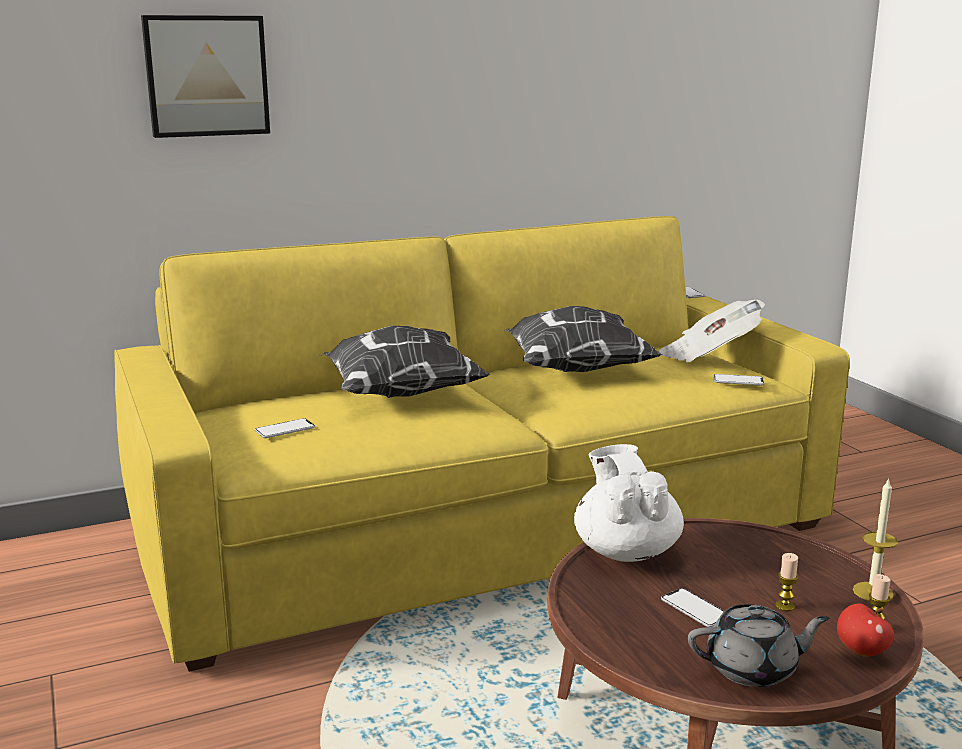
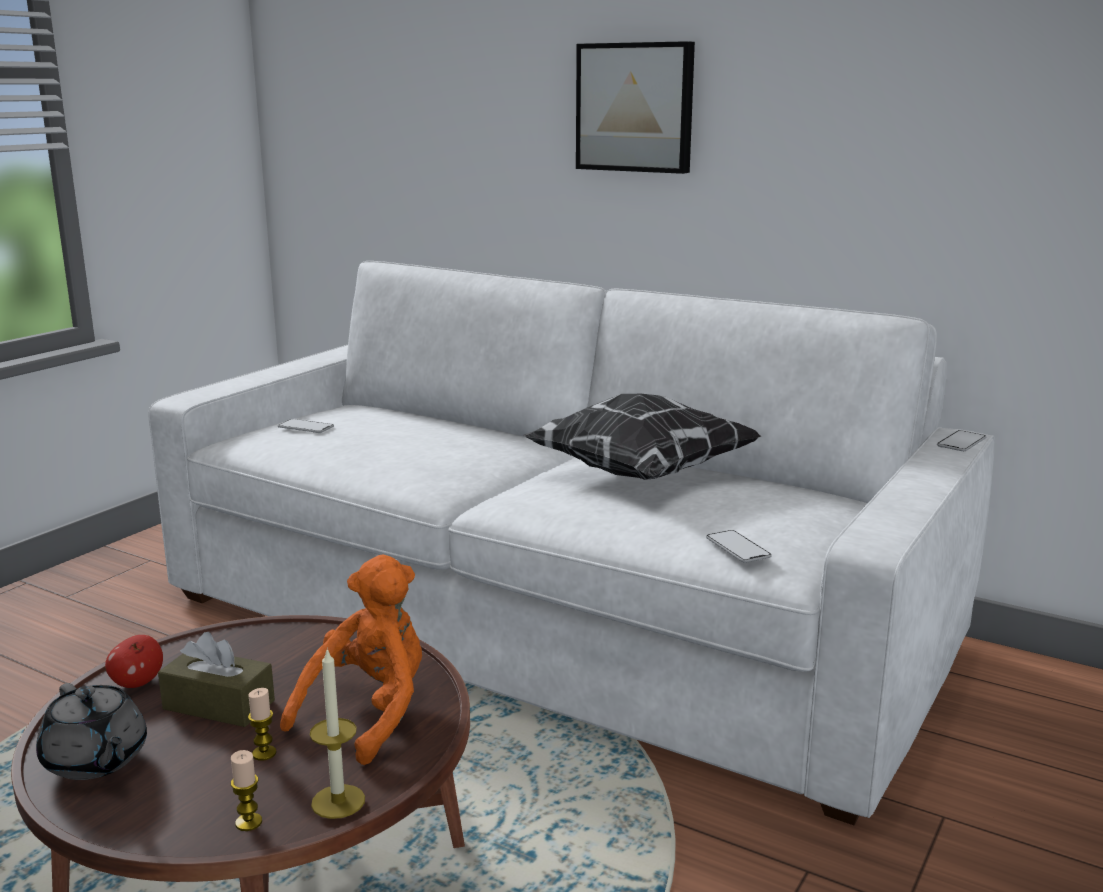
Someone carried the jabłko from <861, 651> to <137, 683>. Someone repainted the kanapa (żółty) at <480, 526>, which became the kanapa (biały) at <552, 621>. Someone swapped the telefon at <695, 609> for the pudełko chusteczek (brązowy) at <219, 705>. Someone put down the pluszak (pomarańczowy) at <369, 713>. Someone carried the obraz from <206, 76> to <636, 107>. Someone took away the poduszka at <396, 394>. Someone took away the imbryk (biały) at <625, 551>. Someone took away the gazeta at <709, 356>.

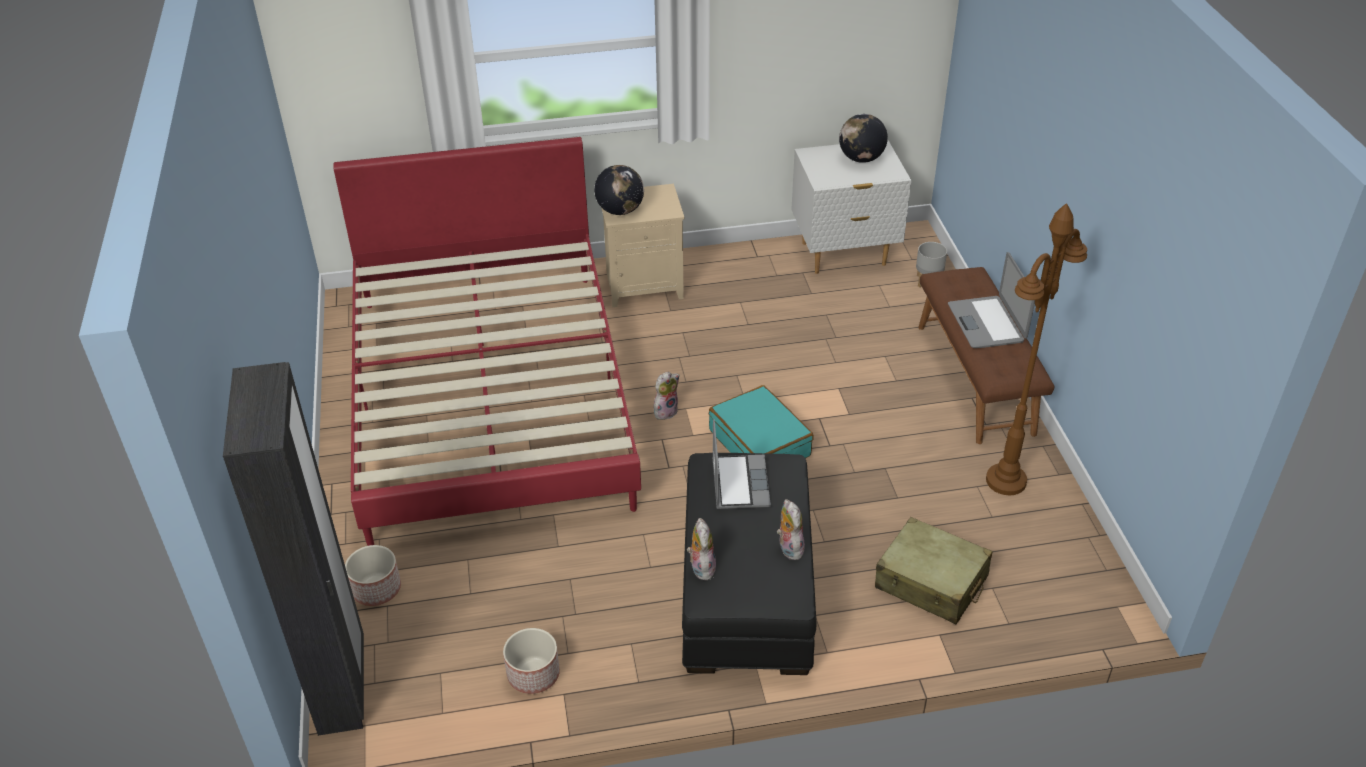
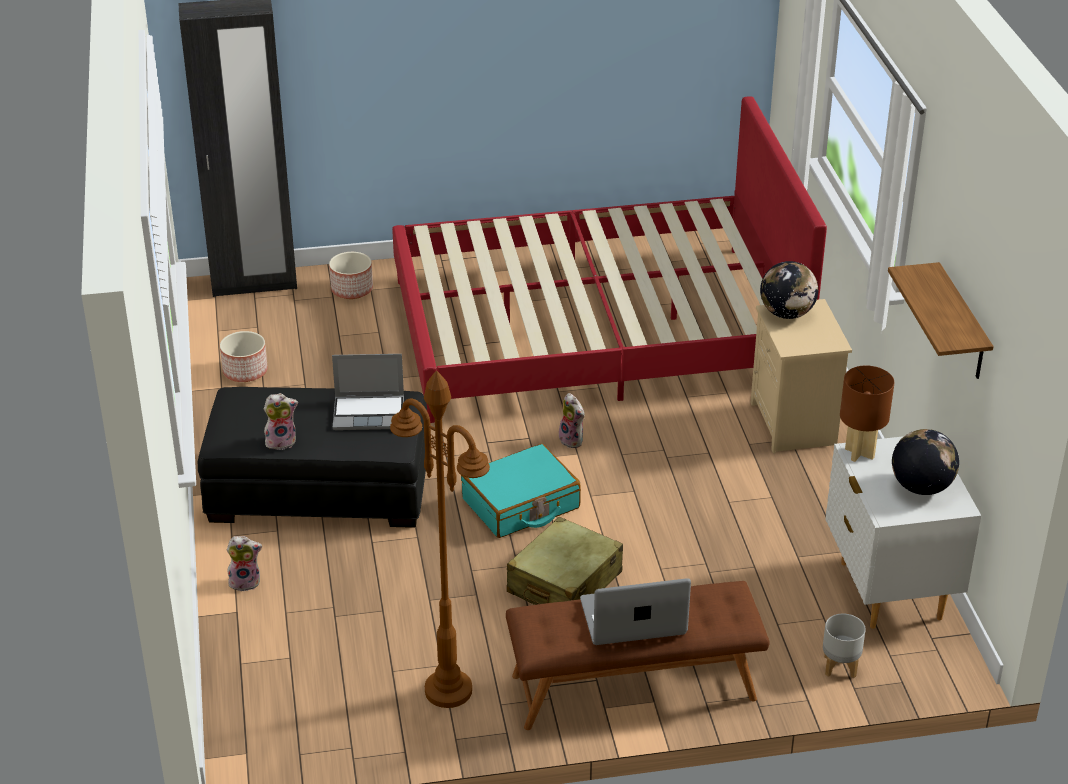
Someone carried the pluszak from <701, 567> to <246, 582>. Someone carried the walizka (beżowy) from <931, 582> to <564, 583>. Someone put down the lampa stołowa (brązowy) at <859, 453>. Someone put up the półka at <962, 324>.

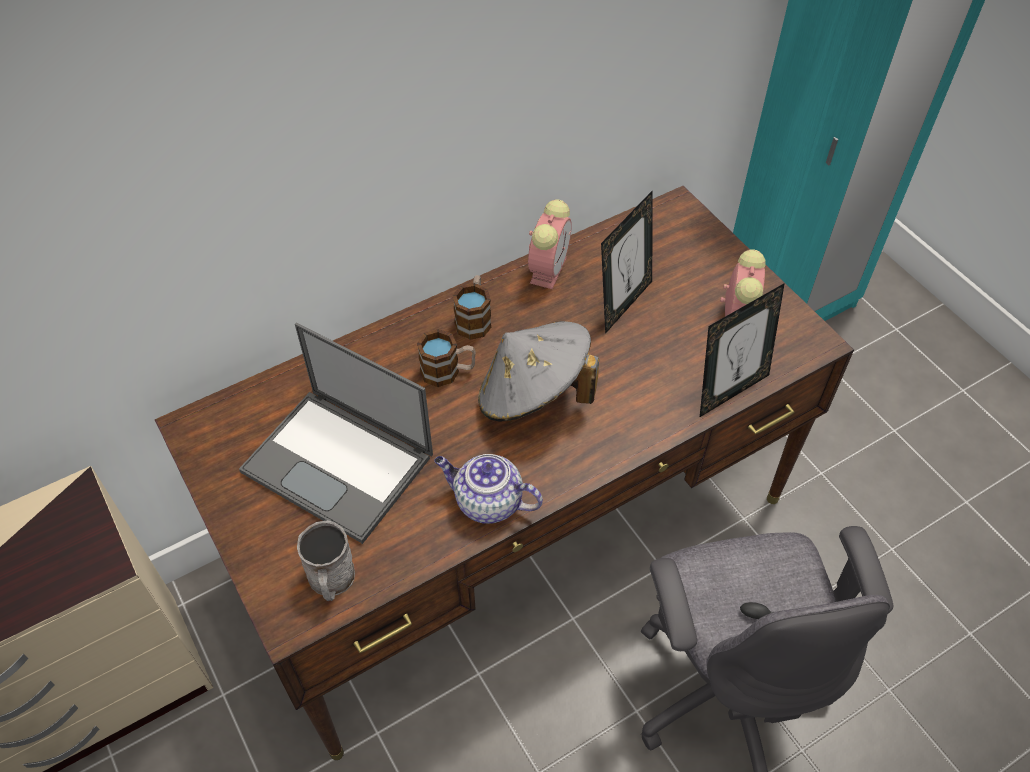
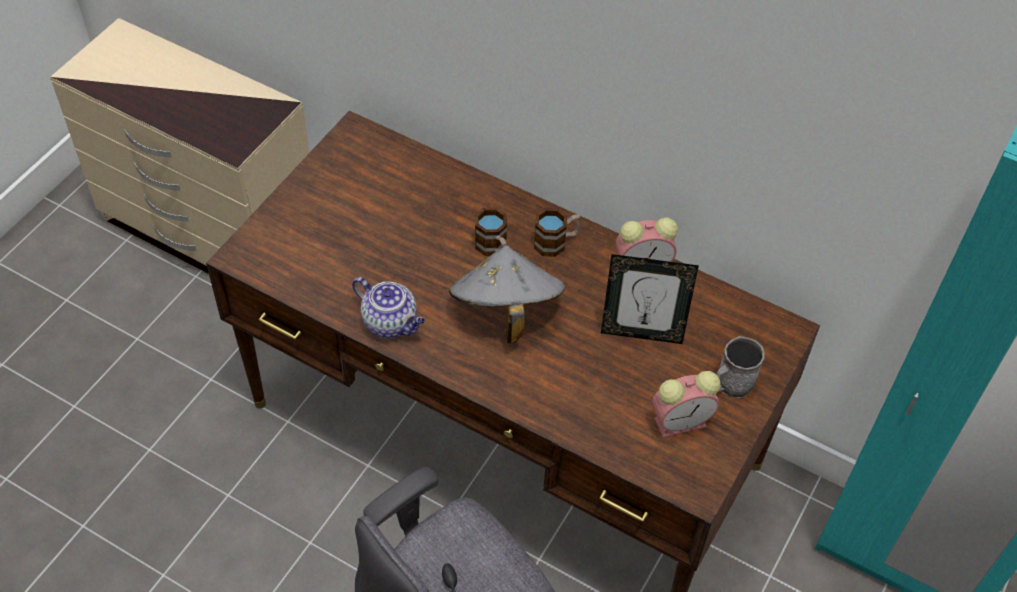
Someone rotated the imbryk at <487, 502> by 135 degrees clockwise. Someone carried the kubek (szary) from <331, 581> to <730, 385>. Someone took away the laptop at <340, 463>. Someone took away the ramka na zdjęcie at <729, 390>.

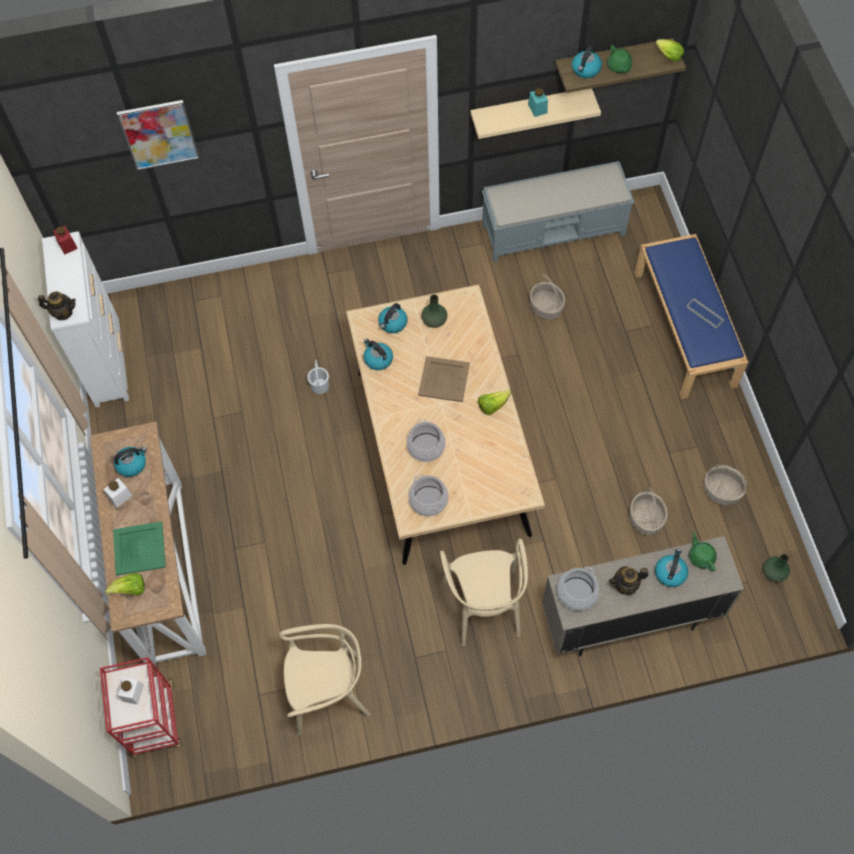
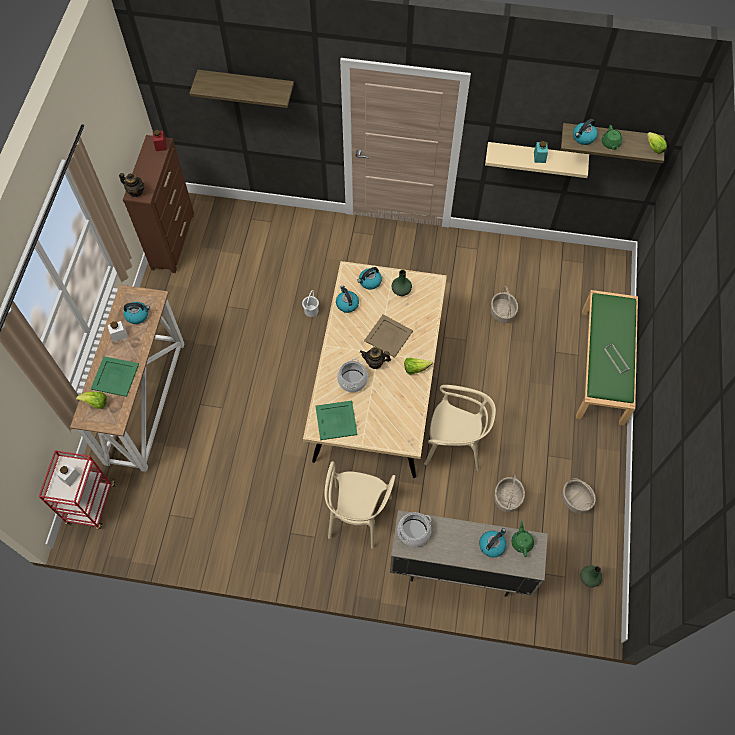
Someone repainted the komoda (biały) at <107, 361>, which became the komoda (brązowy) at <173, 240>. Someone swapped the obraz at <159, 134> for the półka at <247, 85>. Someone swapped the garnek at <429, 500> for the taca (zielony) at <336, 420>. Someone carried the imbryk from <626, 585> to <375, 363>. Someone carried the krzesło (beżowy) from <328, 692> to <455, 444>. Someone repainted the ławka (niebieski) at <685, 329>, which became the ławka (zielony) at <602, 366>. Someone took away the ławka (szary) at <554, 230>.

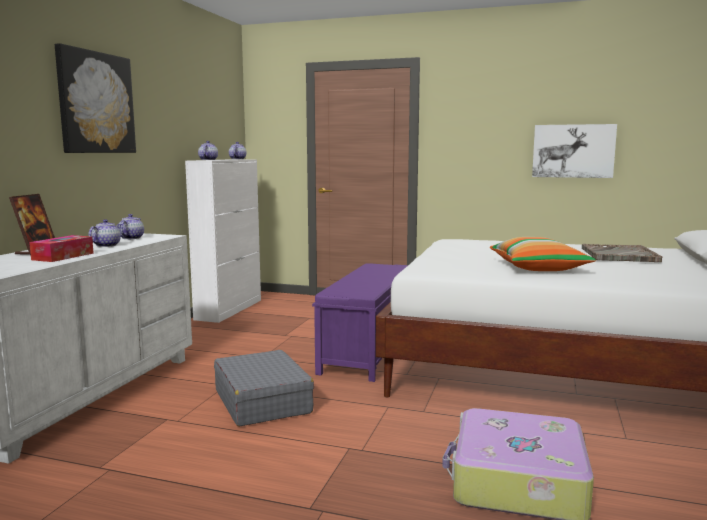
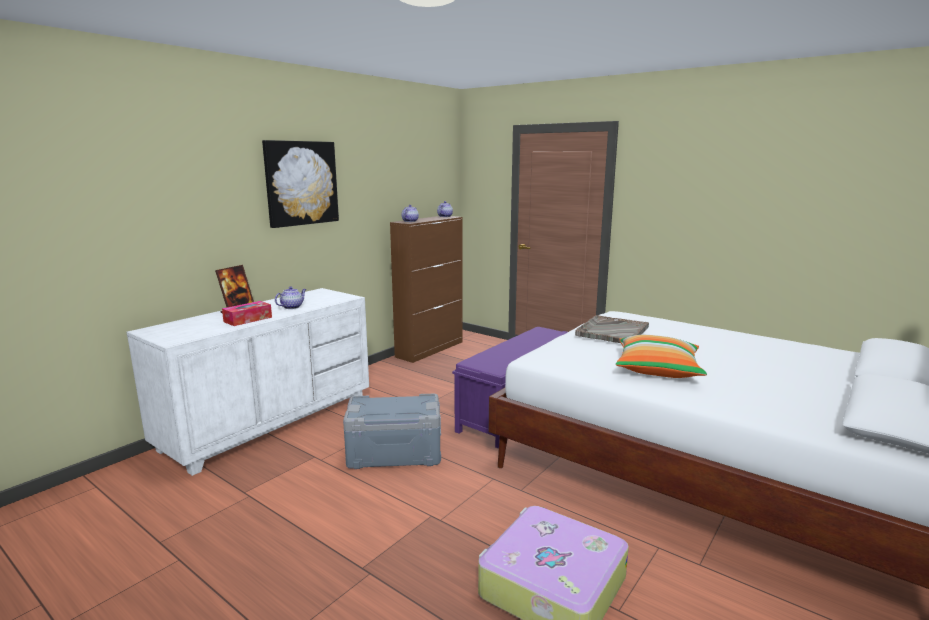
Someone swapped the walizka (szary) at <262, 401> for the pojemnik do przechowywania (szary) at <394, 453>. Someone repainted the szafka (biały) at <229, 309>, which became the szafka (brązowy) at <430, 349>. Someone carried the taca (szary) from <619, 255> to <612, 331>. Someone took away the imbryk at <131, 238>. Someone took away the obraz at <573, 151>.

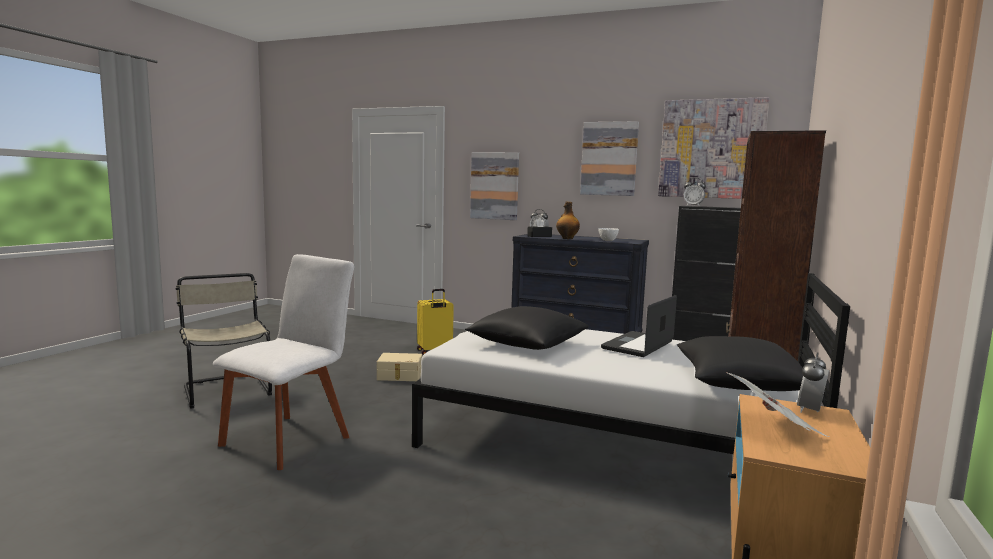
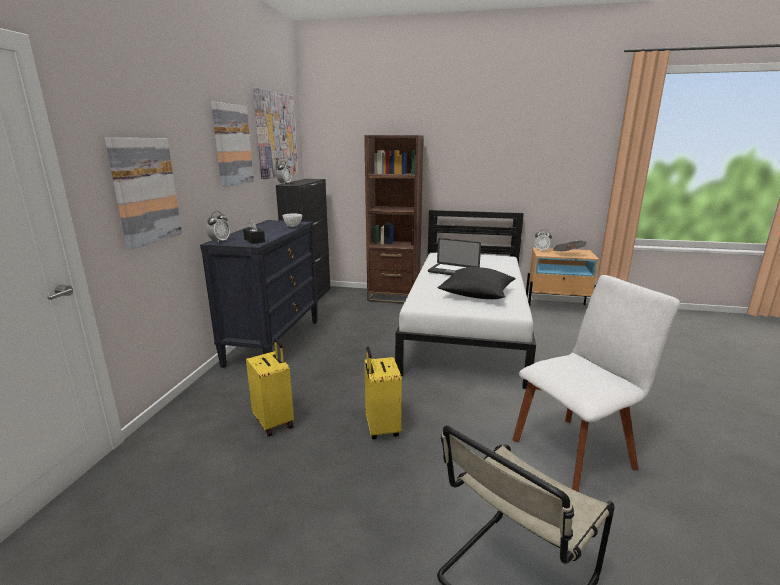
Someone swapped the pojemnik do przechowywania (beżowy) at <400, 376> for the walizka (żółty) at <381, 428>. Someone rotated the krzesło (biały) at <290, 438> by 135 degrees clockwise. Someone took away the butelka at <567, 238>. Someone took away the poduszka (czarny) at <739, 383>.

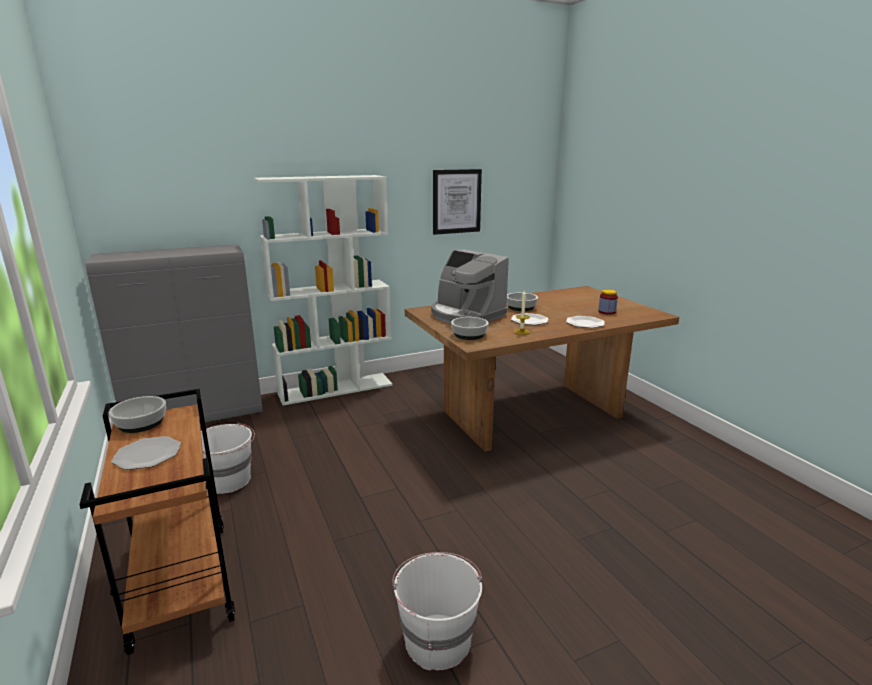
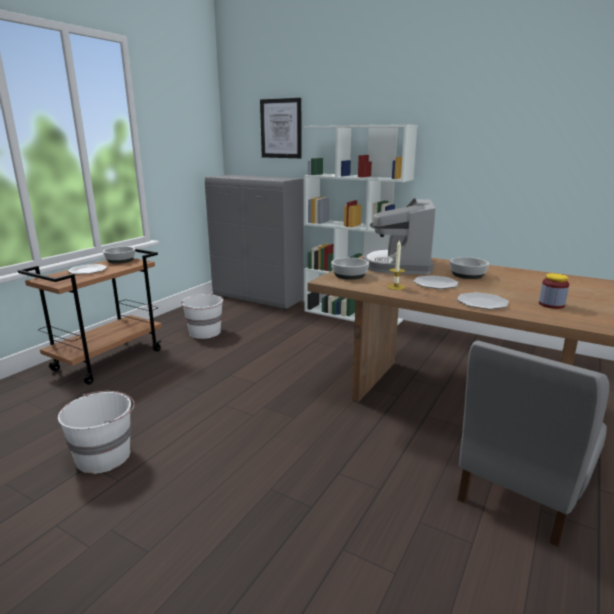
Someone carried the obraz from <456, 201> to <281, 128>. Someone put down the krzesło (szary) at <520, 492>.

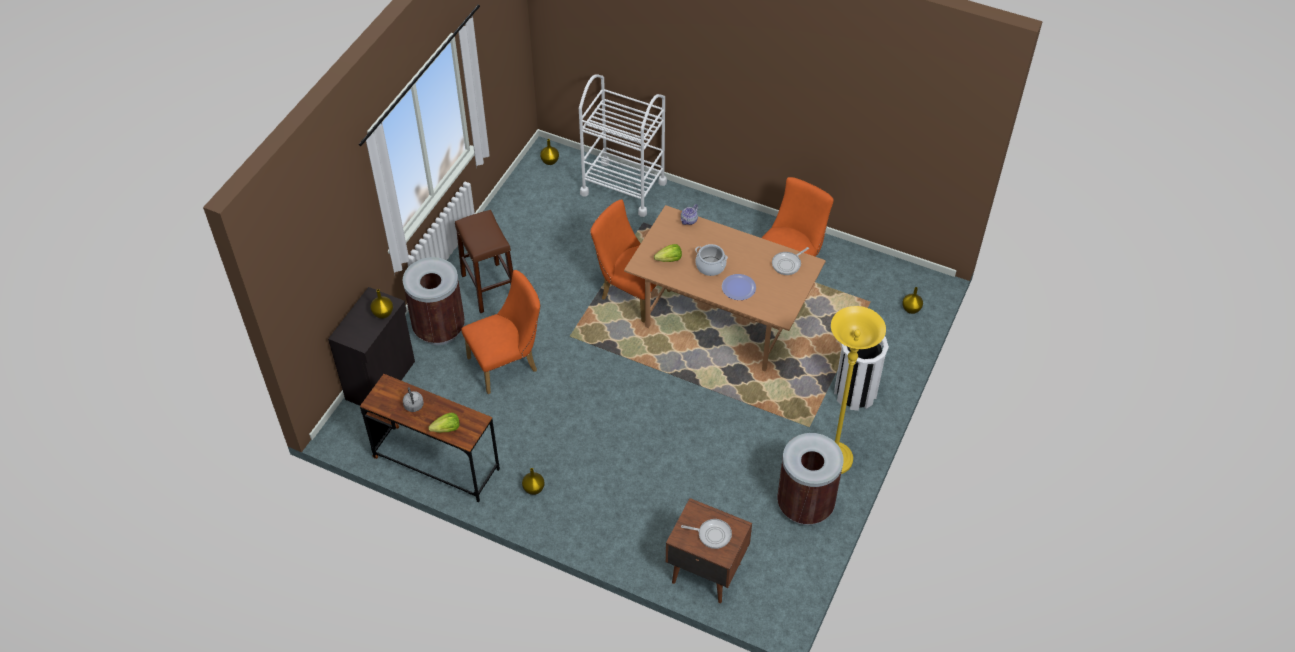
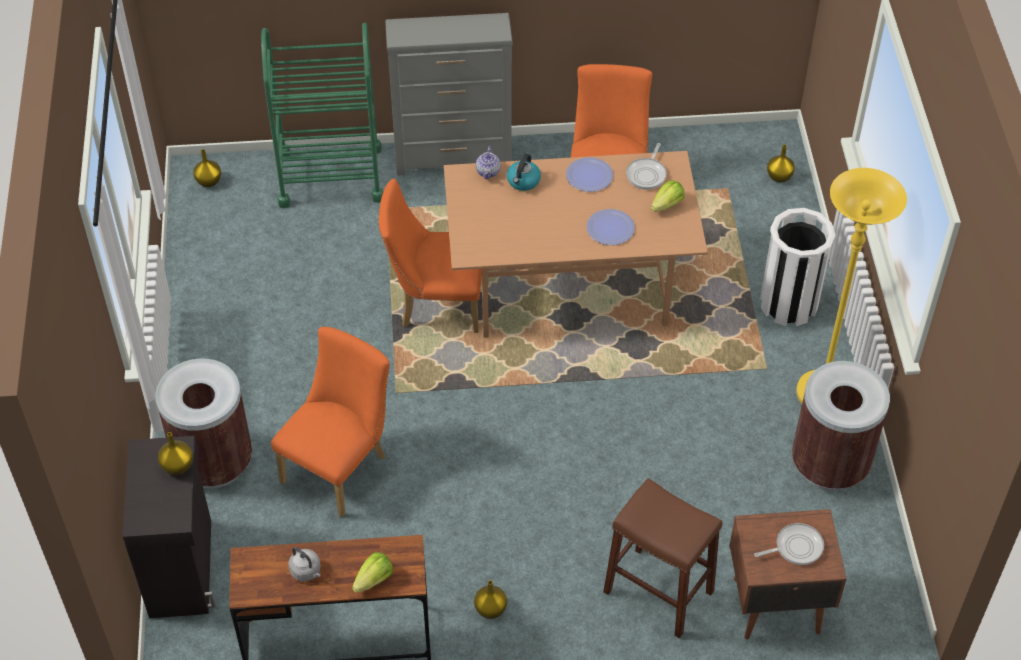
Someone repainted the wózek (biały) at <623, 188>, which became the wózek (zielony) at <330, 176>. Someone put down the komoda (szary) at <454, 158>. Someone put down the czajnik at <523, 181>. Someone put down the talerz at <589, 176>. Someone carried the stołek (brązowy) from <489, 287> to <658, 591>. Someone carried the sałata from <669, 260> to <667, 205>. Someone took away the garnek at <710, 266>.

